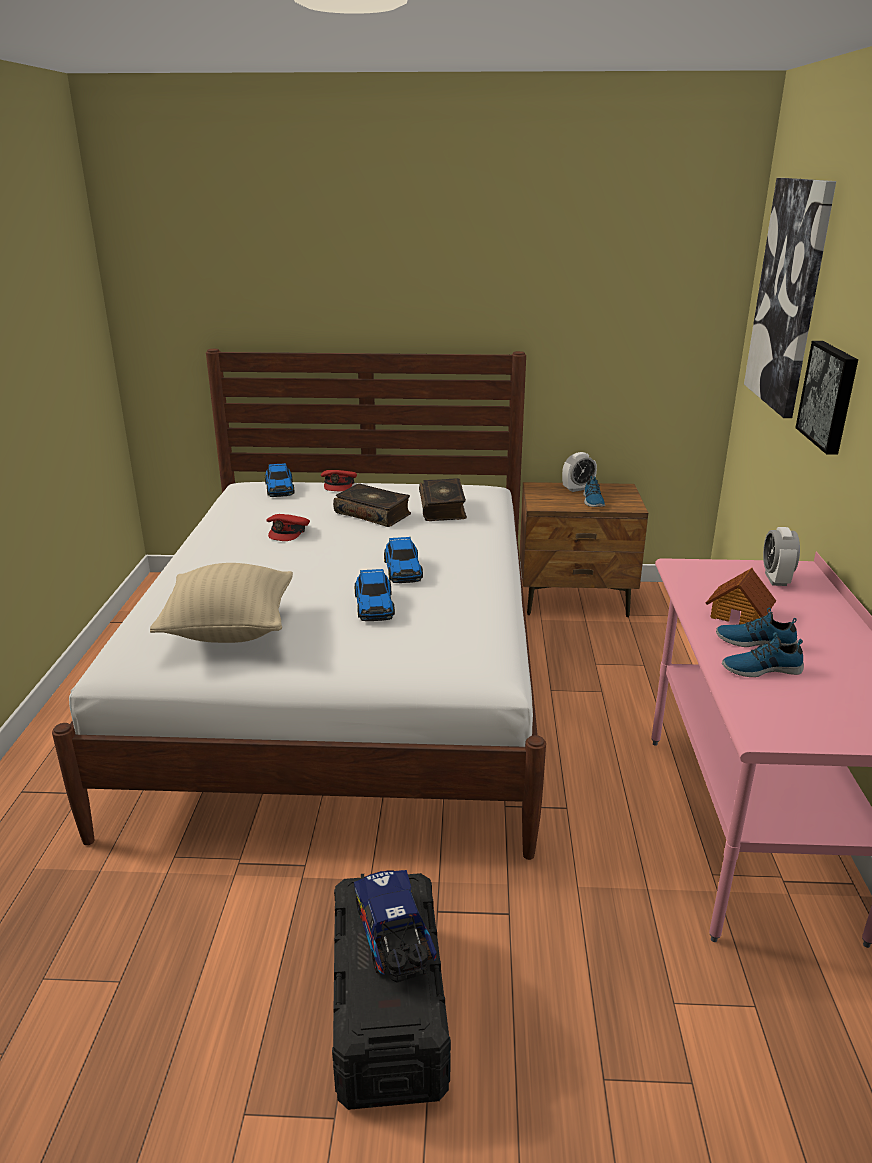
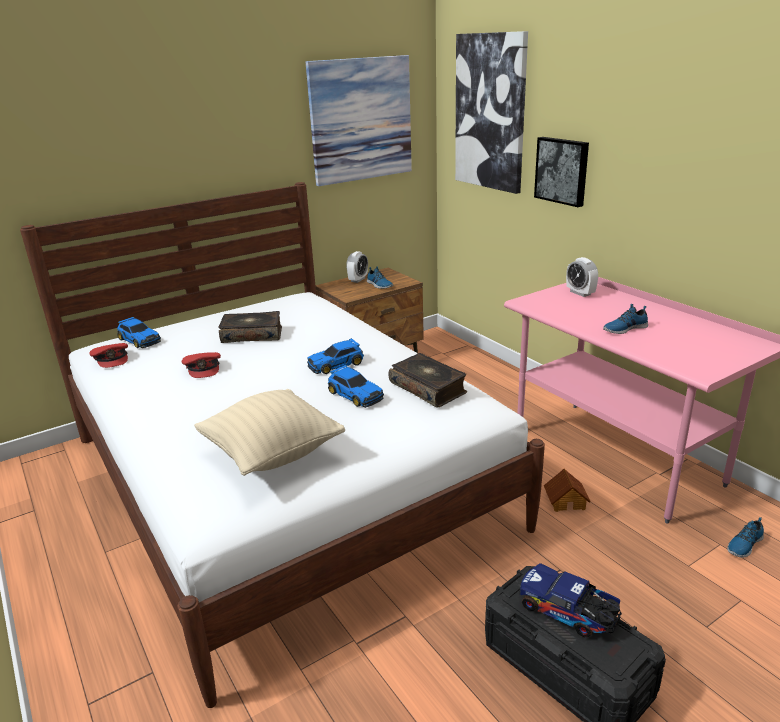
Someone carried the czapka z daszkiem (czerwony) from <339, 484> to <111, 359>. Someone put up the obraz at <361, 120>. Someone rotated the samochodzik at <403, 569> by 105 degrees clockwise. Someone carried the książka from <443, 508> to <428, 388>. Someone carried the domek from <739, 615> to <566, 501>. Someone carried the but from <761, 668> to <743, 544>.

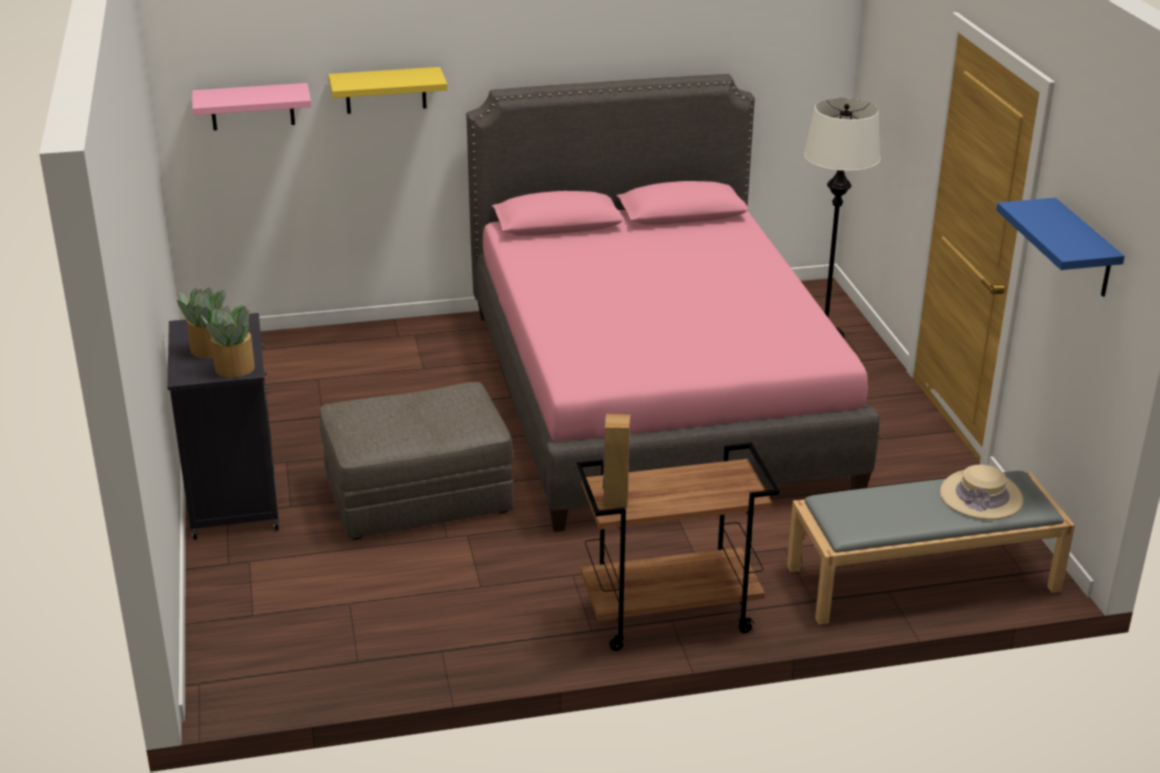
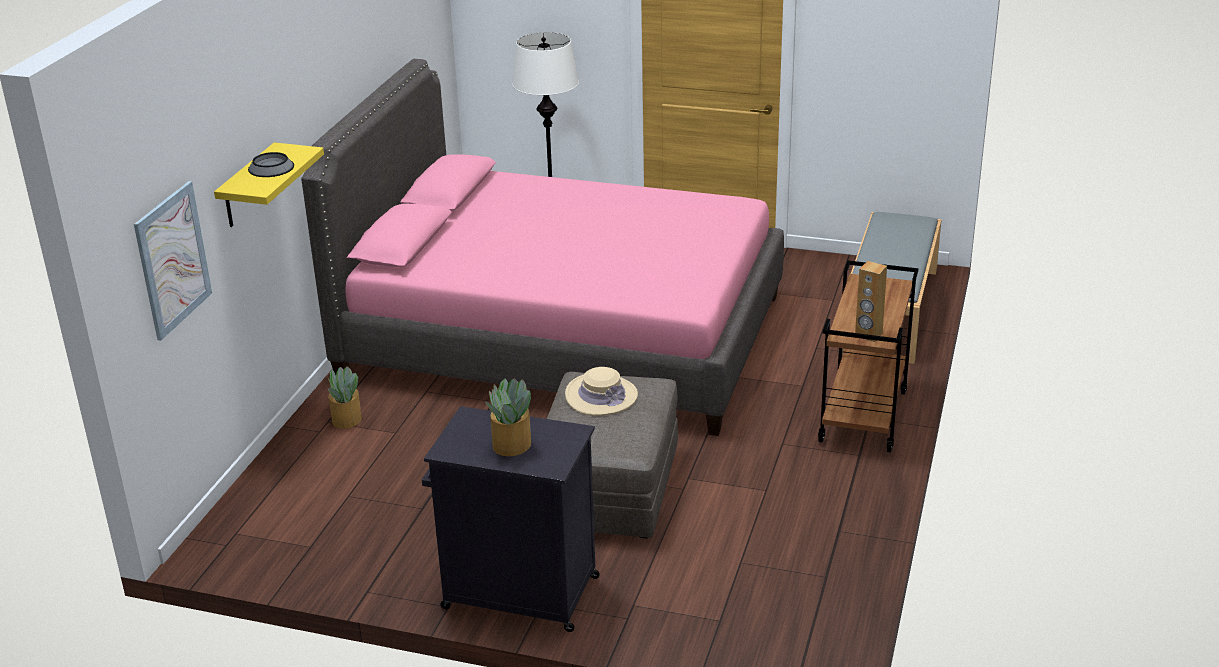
Someone swapped the półka (różowy) at <252, 106> for the obraz at <173, 260>. Someone put down the miska at <271, 167>. Someone carried the roślina doniczkowa from <234, 368> to <346, 420>. Someone carried the kapelusz (beżowy) from <981, 497> to <601, 396>. Someone took away the półka (niebieski) at <1084, 249>.

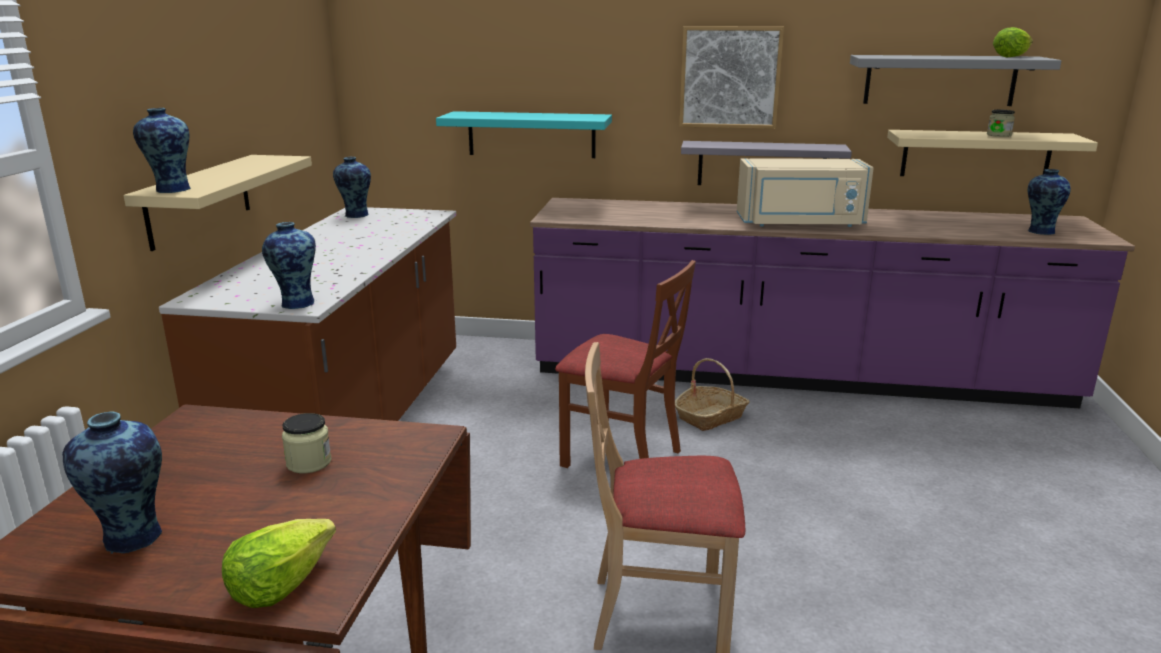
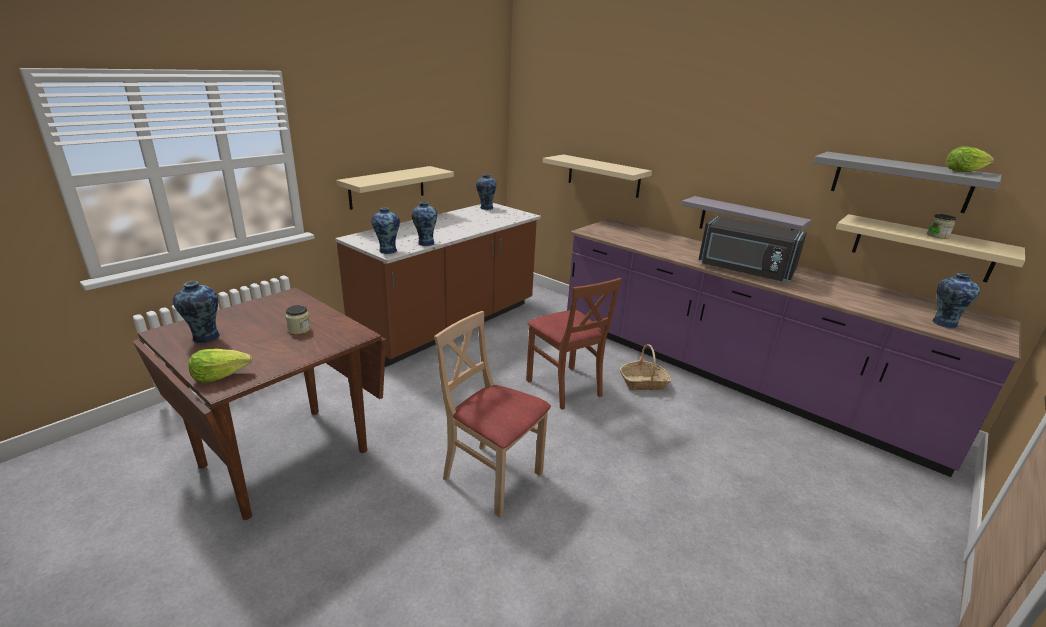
Someone carried the wazon from <171, 189> to <425, 243>. Someone repainted the półka (turkusowy) at <531, 134>, which became the półka (beżowy) at <603, 176>. Someone repainted the mikrofalówka (beżowy) at <800, 223>, which became the mikrofalówka (czarny) at <744, 270>. Someone took away the obraz at <730, 77>.

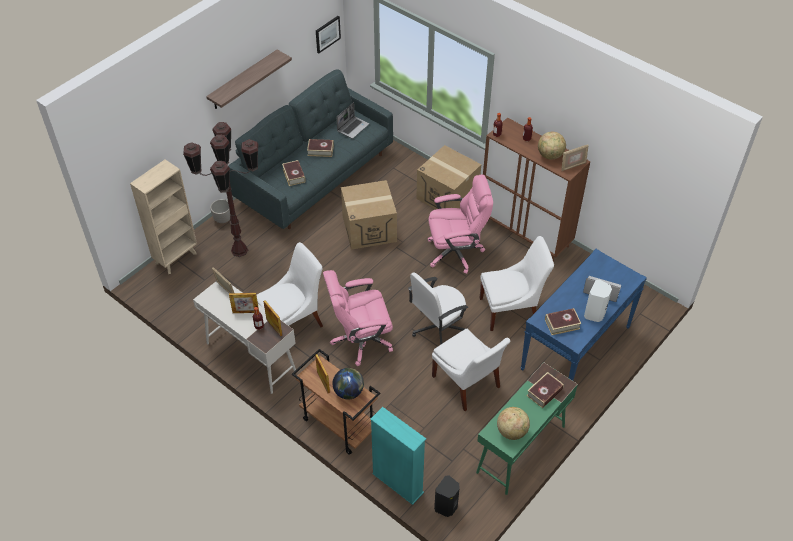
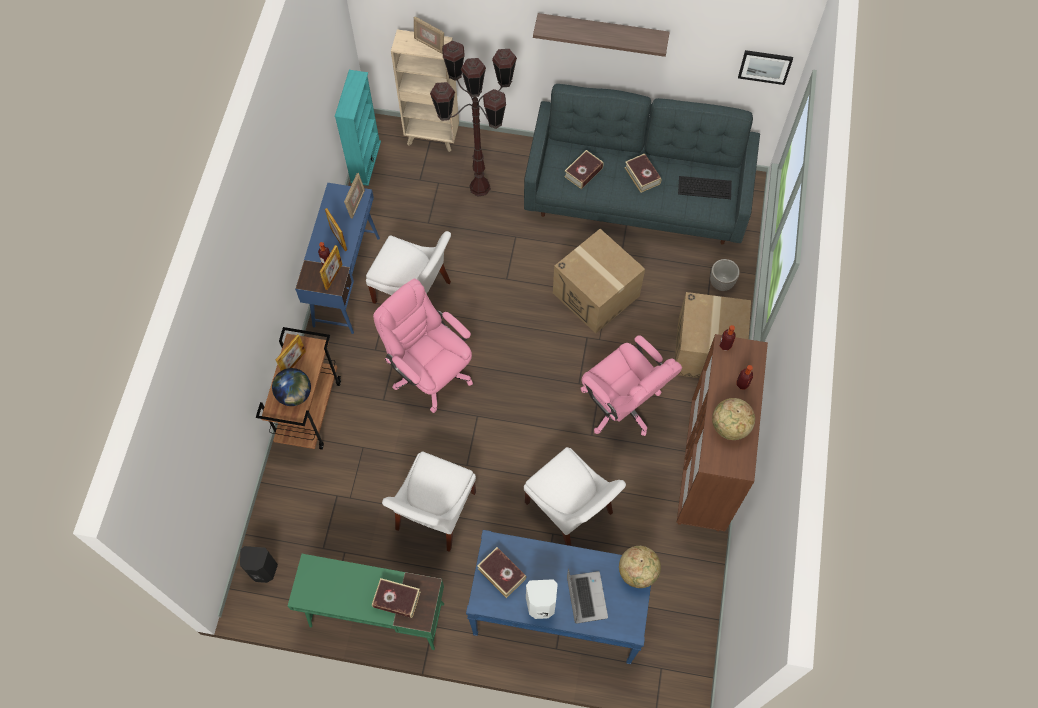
Someone repainted the biurko (biały) at <250, 357>, which became the biurko (niebieski) at <346, 281>. Someone carried the regał (turkusowy) from <397, 483> to <365, 162>. Someone carried the ramka na zdjęcie from <573, 166> to <429, 45>. Someone carried the globus from <512, 431> to <638, 572>. Someone swapped the laptop at <353, 127> for the klawiatura at <705, 187>. Someone carried the donica from <223, 219> to <721, 283>. Someone took away the krzesło biurowe (biały) at <437, 328>.

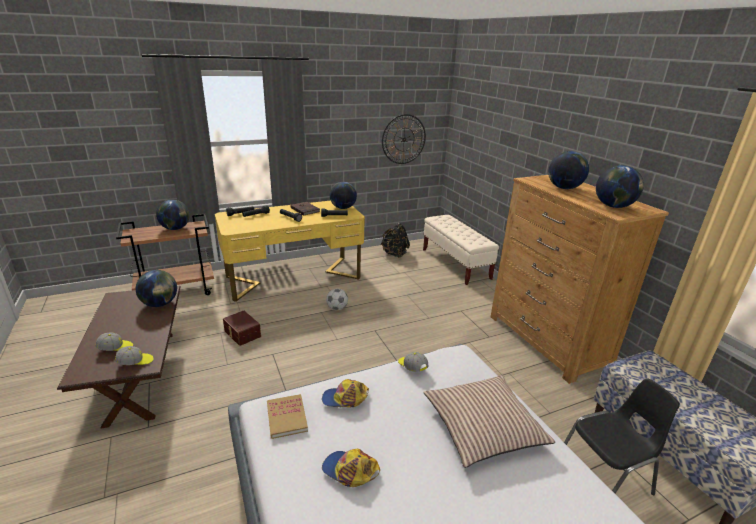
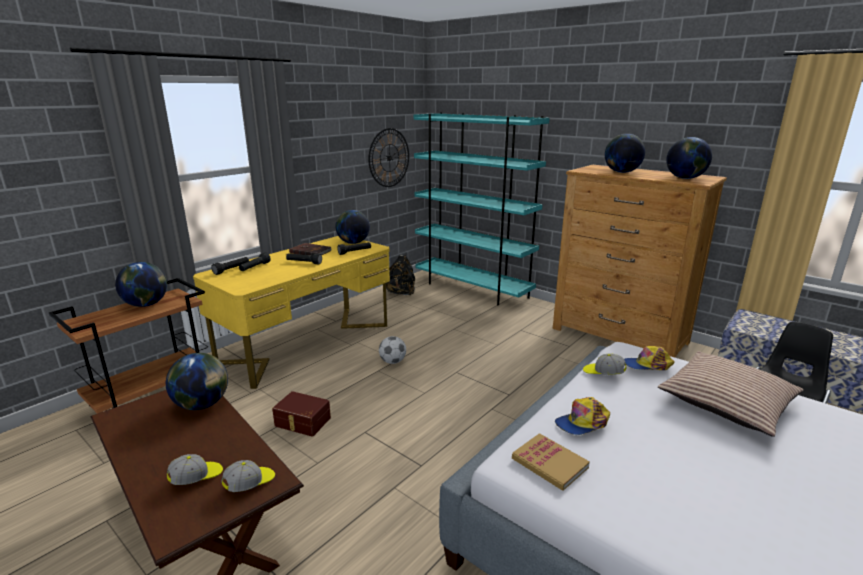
Someone swapped the ławka (beżowy) at <455, 264> for the regał (turkusowy) at <472, 289>. Someone carried the czapka z daszkiem from <349, 471> to <648, 366>.

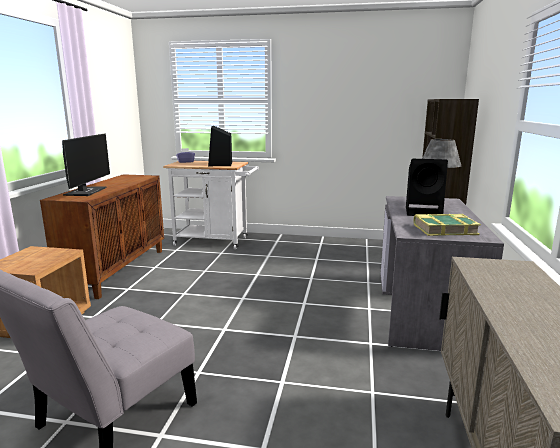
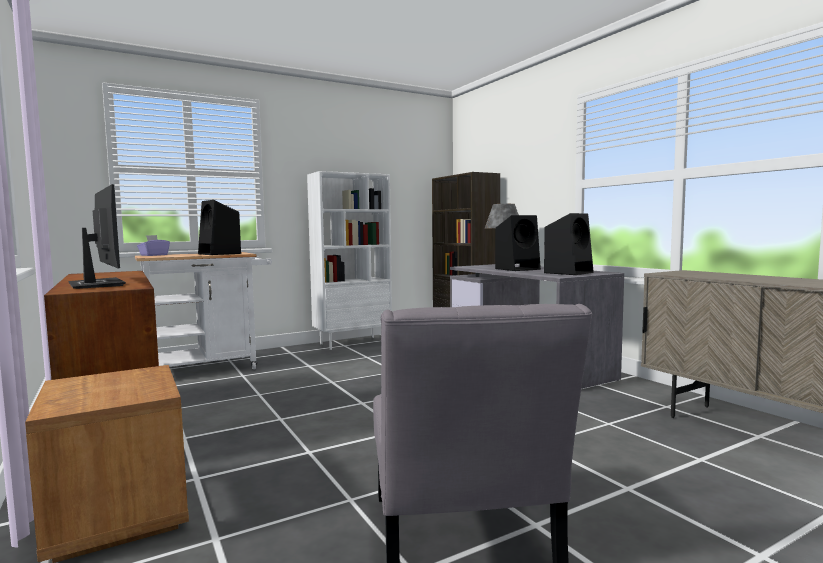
Someone put down the regał (biały) at <353, 342>. Someone swapped the książka at <444, 230> for the głośnik (czarny) at <568, 272>.

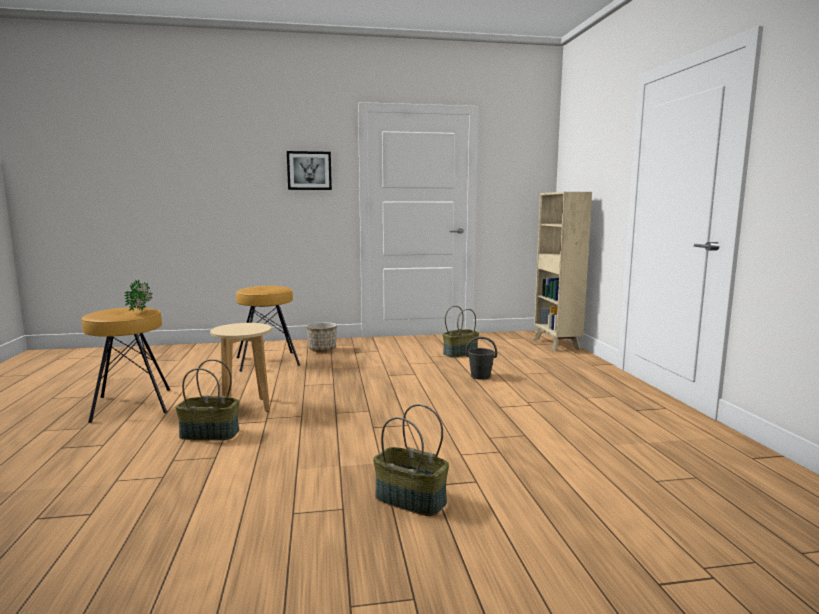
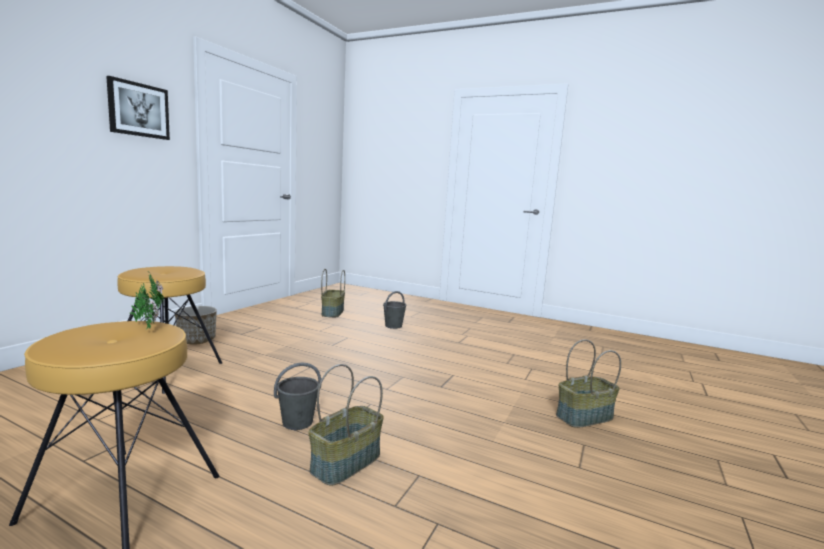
Someone swapped the stołek (beżowy) at <246, 407> for the wiadro (szary) at <298, 422>. Someone took away the regał (beżowy) at <556, 345>.

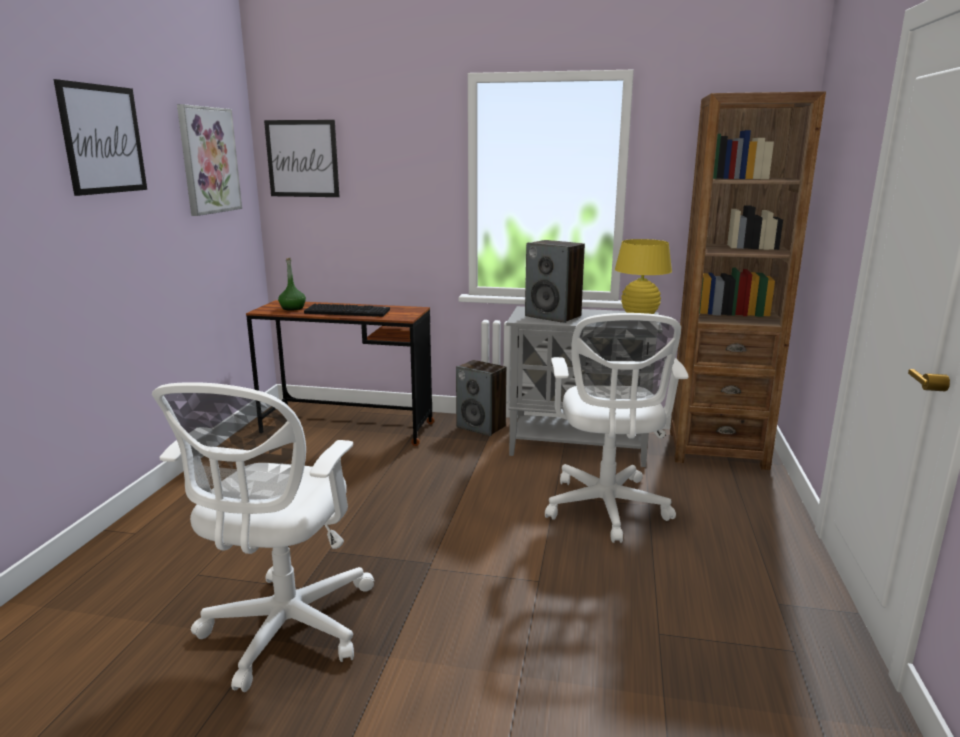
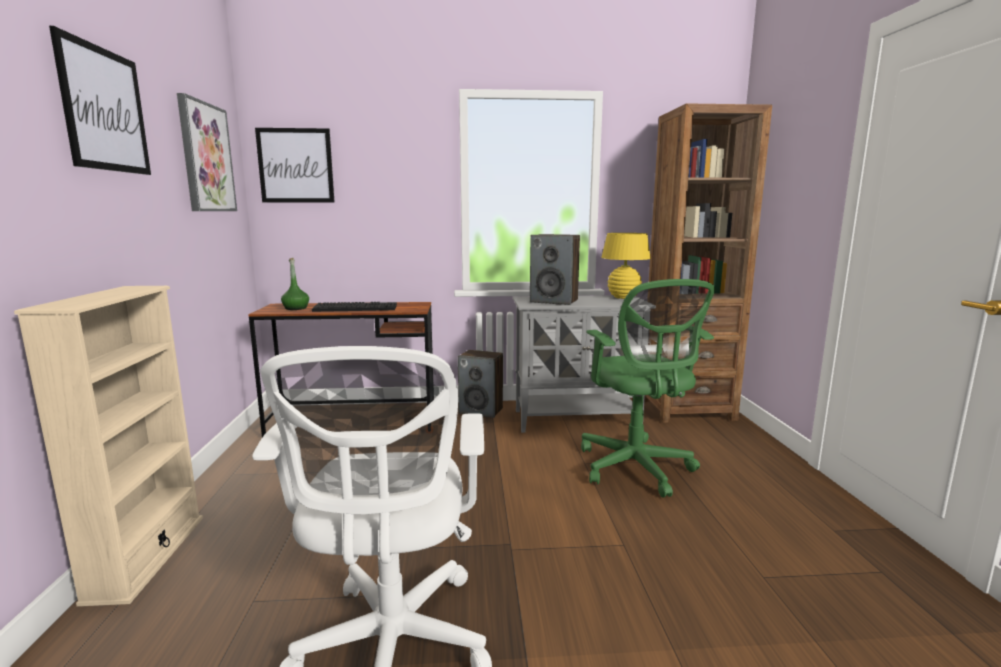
Someone put down the regał (beżowy) at <147, 557>. Someone repainted the krzesło biurowe (biały) at <606, 509>, which became the krzesło biurowe (zielony) at <636, 469>.

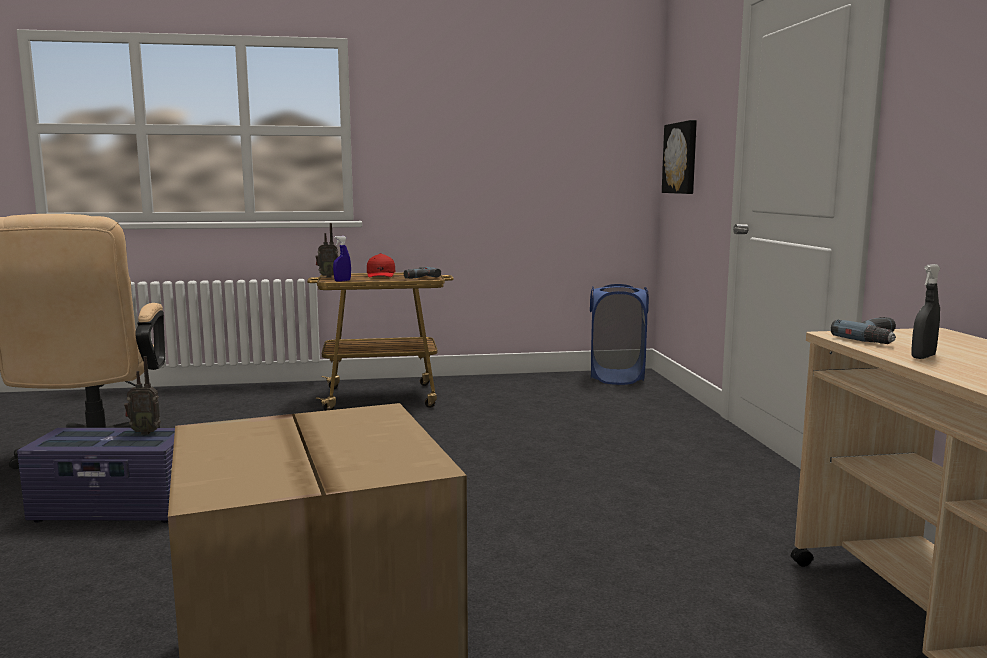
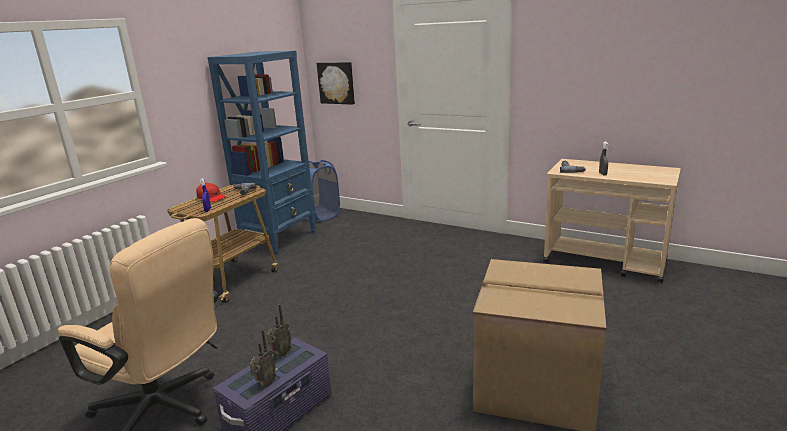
Someone put down the regał (niebieski) at <280, 239>. Someone carried the radio from <327, 277> to <265, 384>.

